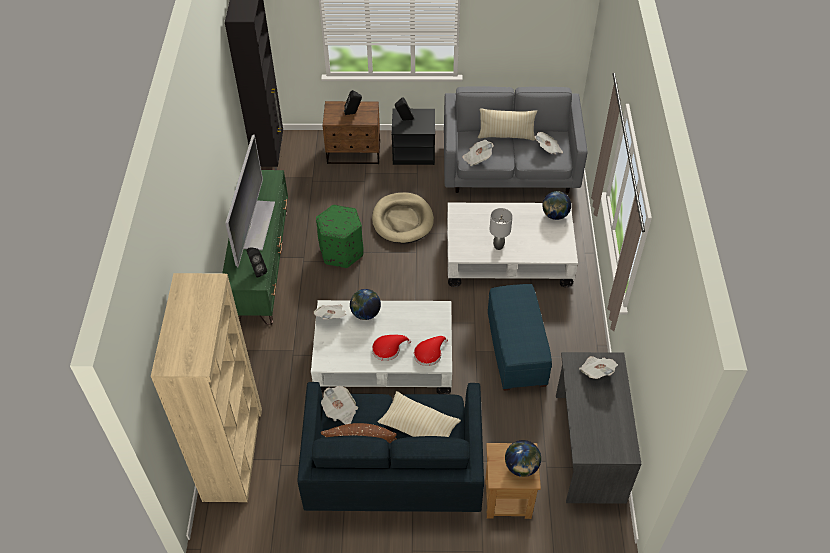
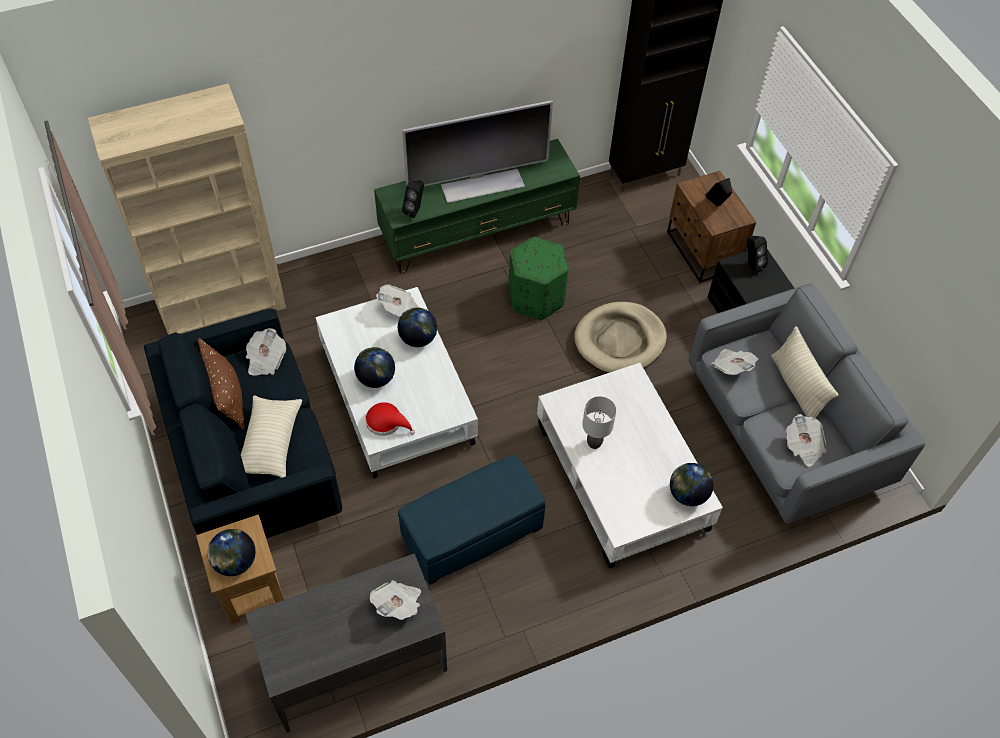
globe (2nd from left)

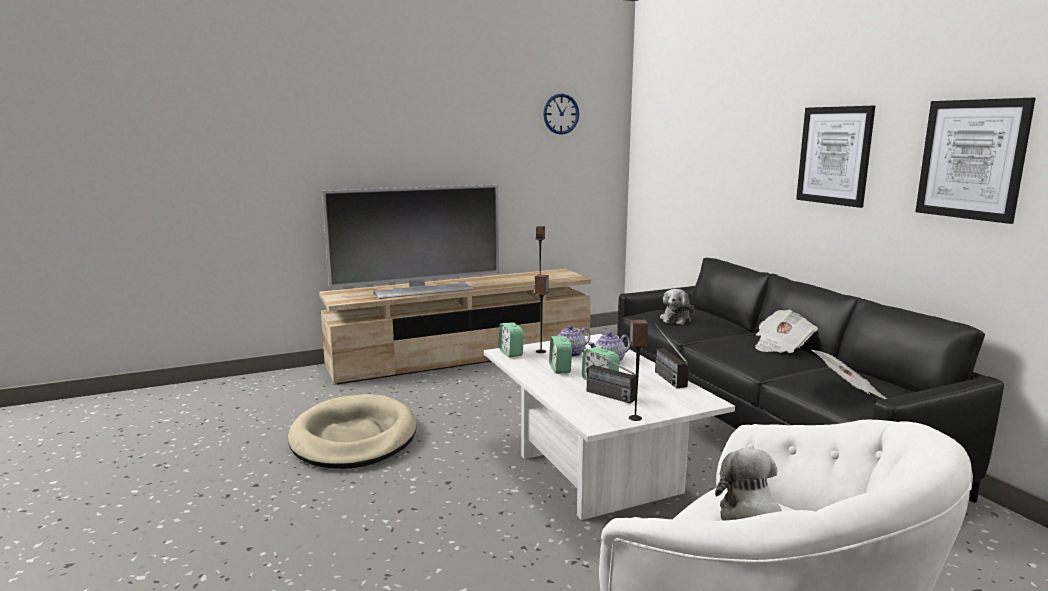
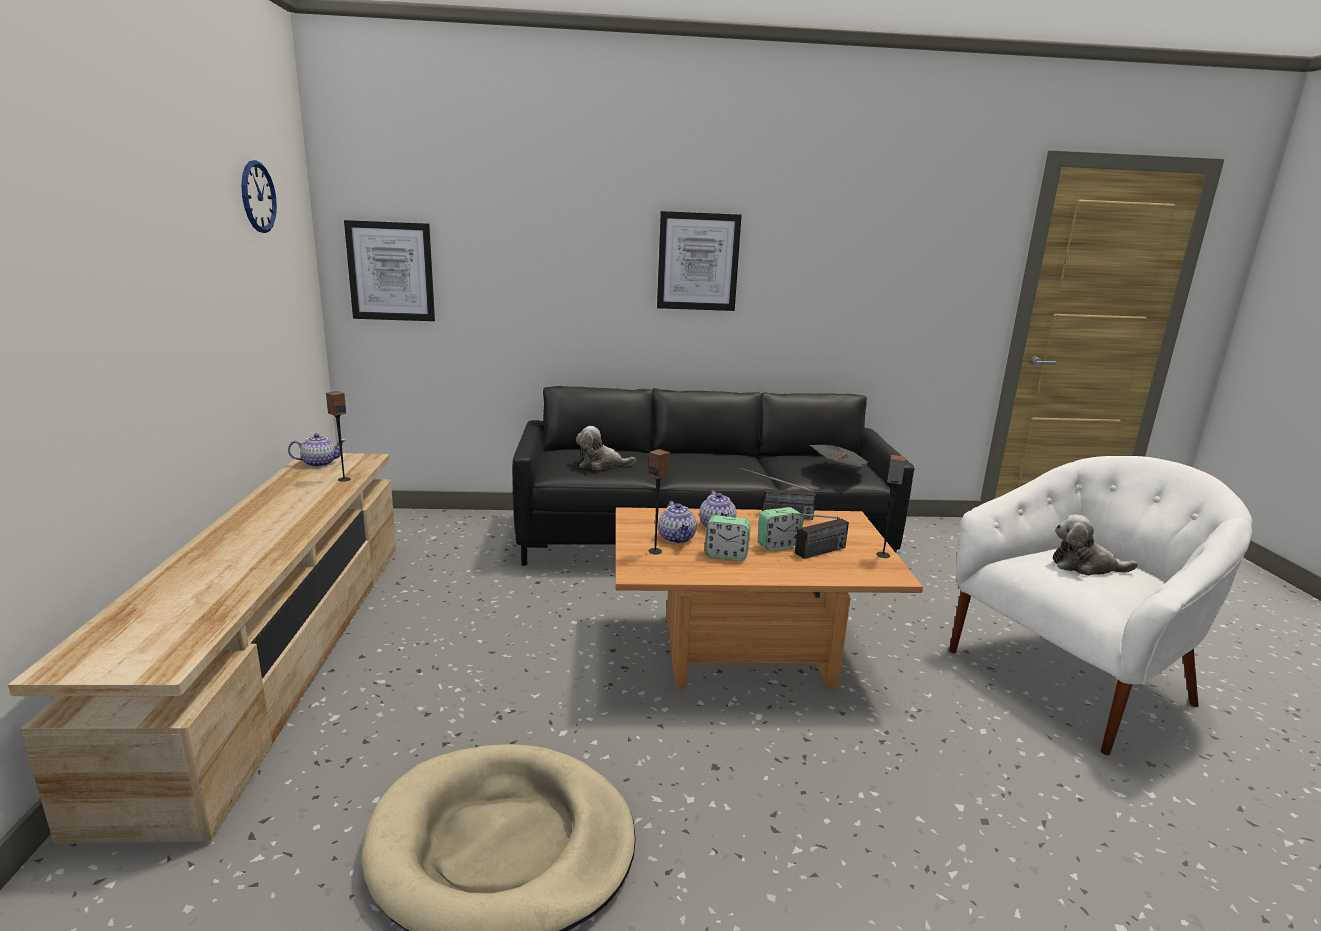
picture (1st from left); television; plush toy (1st from left); newspaper (1st from left in the first image); alarm clock (1st from left in the first image); brown coffee table; teapot (1st from left)

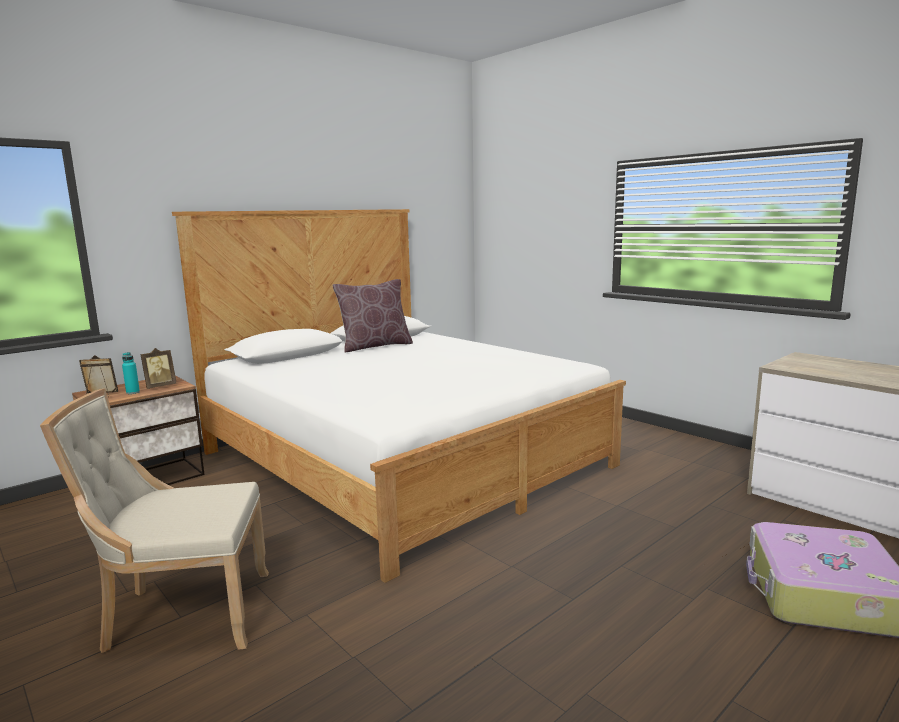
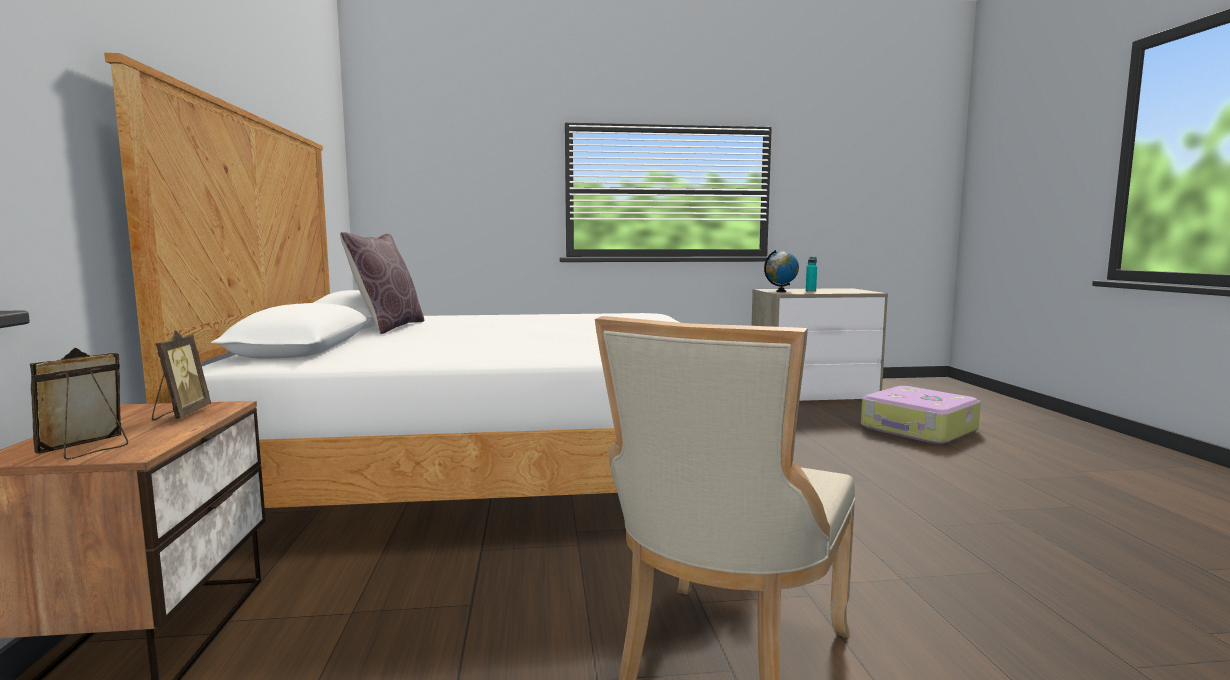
turquoise bottle; globe

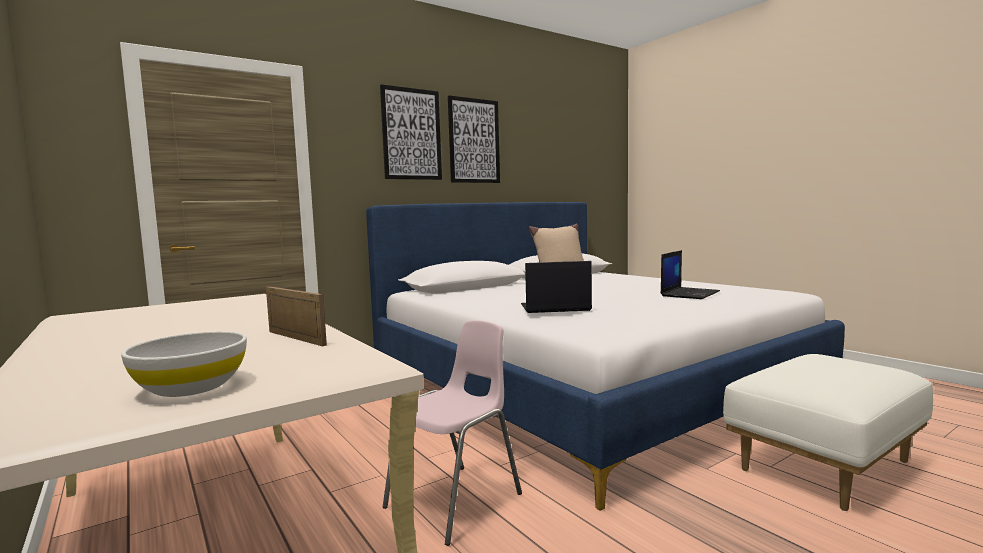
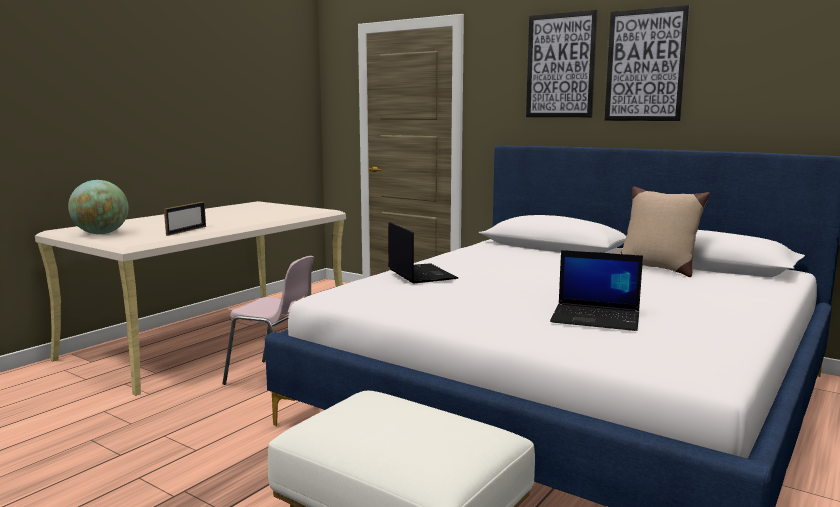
globe

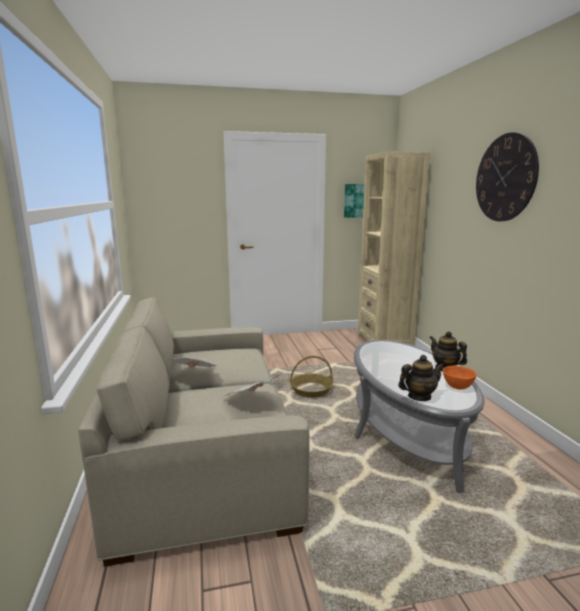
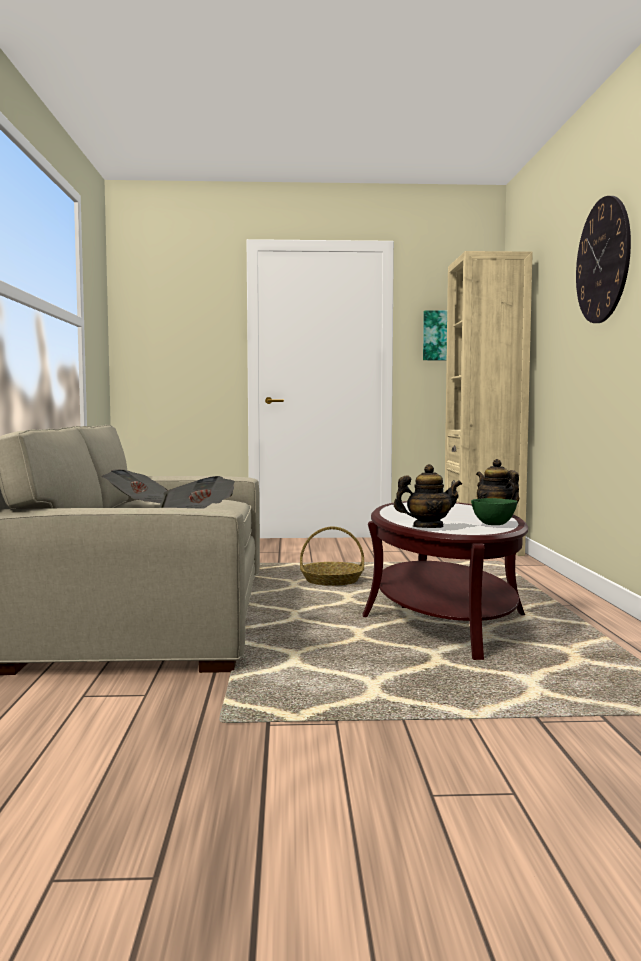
brown coffee table; green bowl

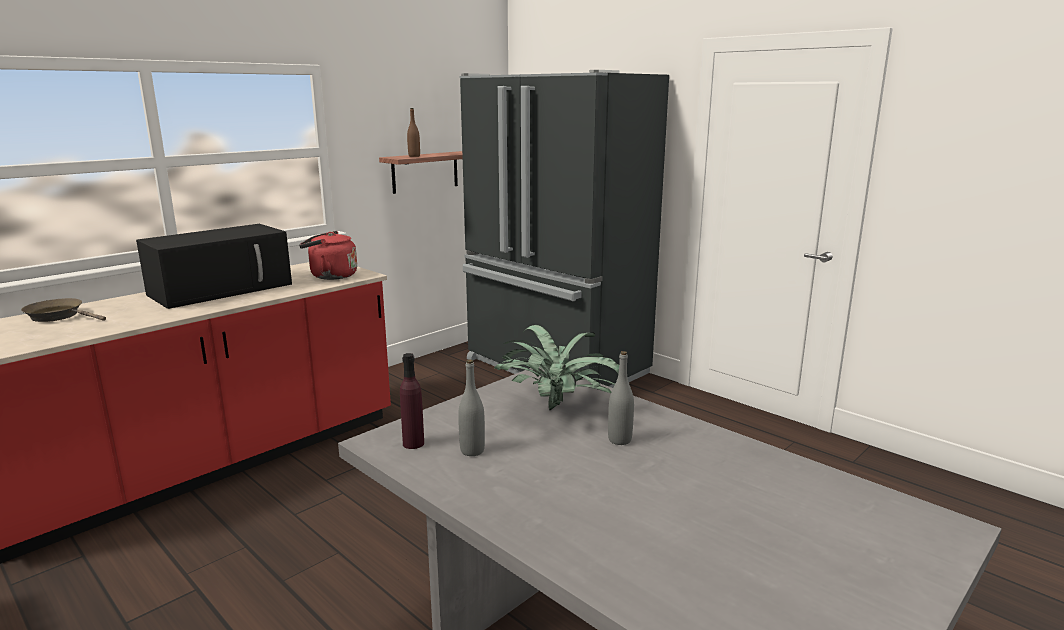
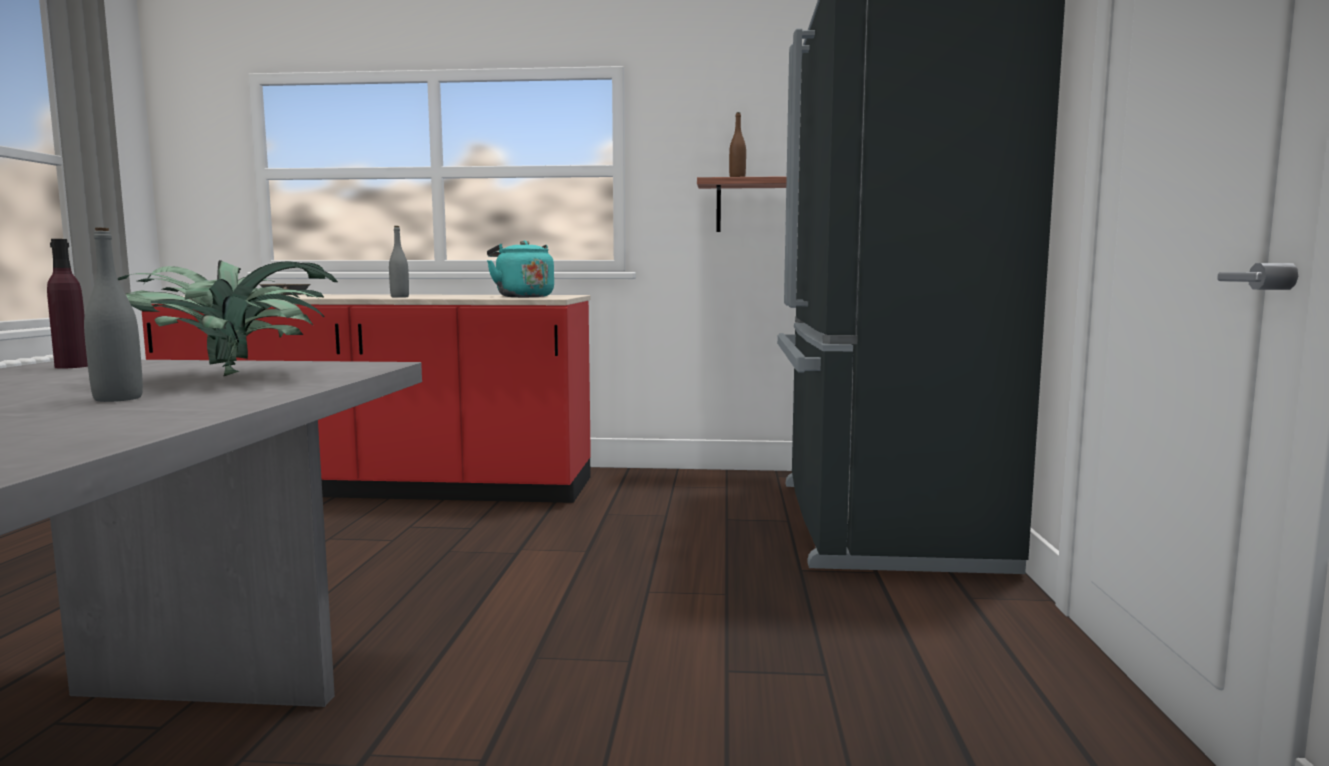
black microwave; turquoise kettle; grey bottle (2nd from left)

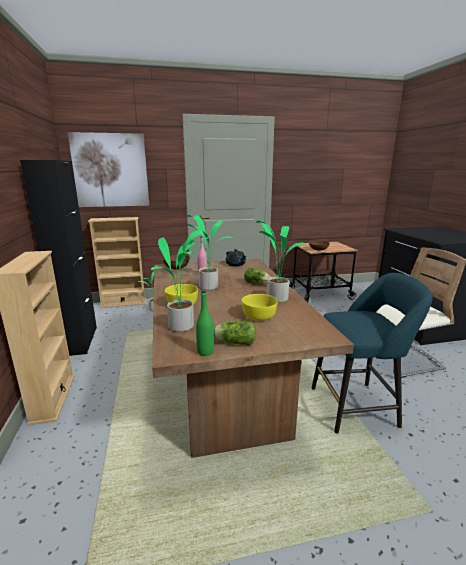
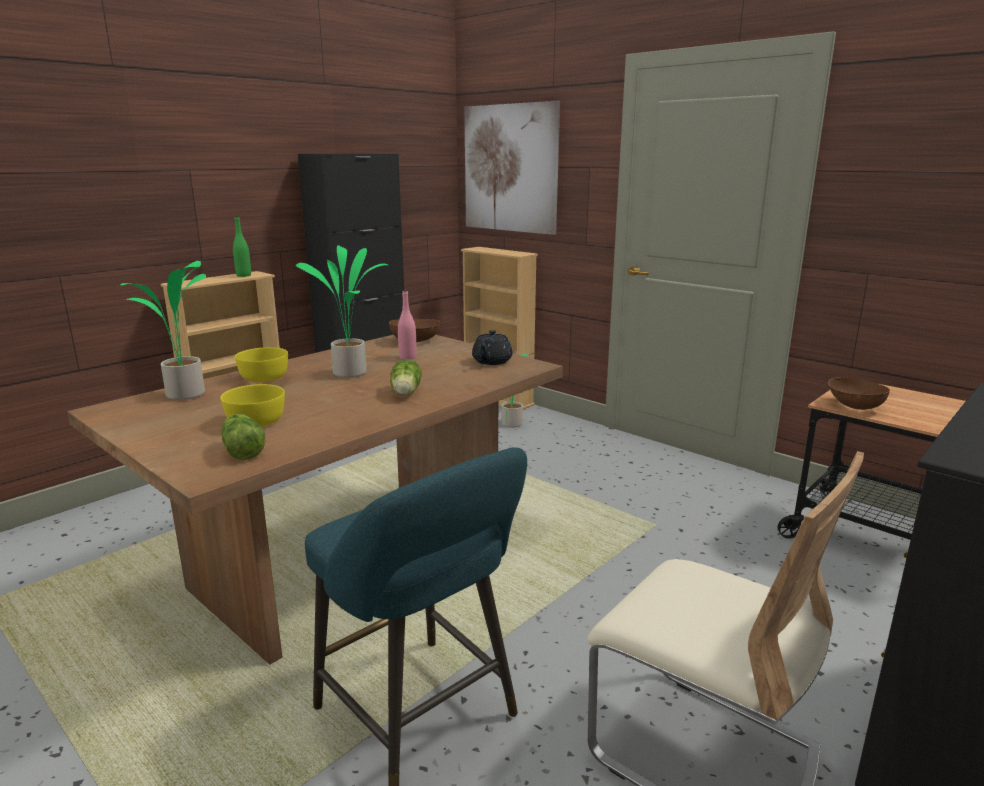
potted plant (4th from left in the first image); green bottle; lettuce (1st from left)

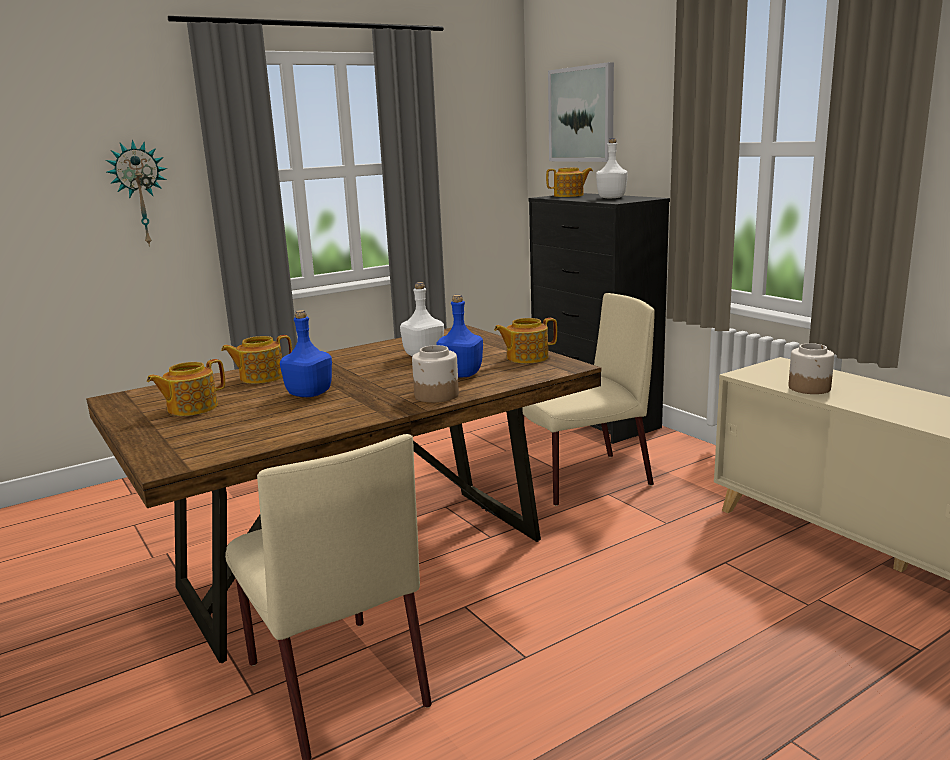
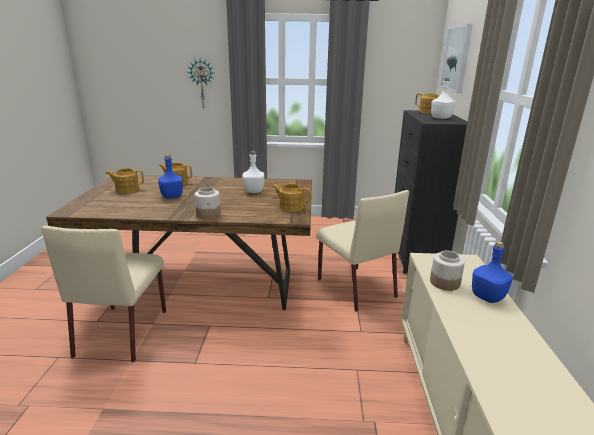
beige chair (2nd from left); blue bottle (2nd from left)

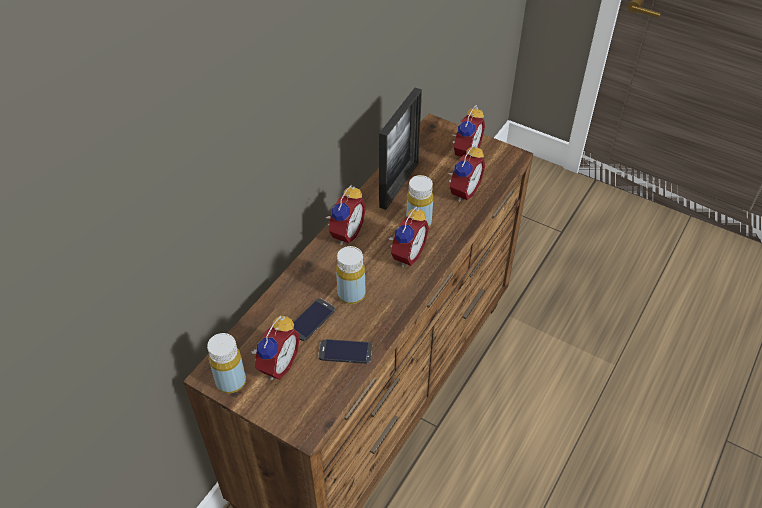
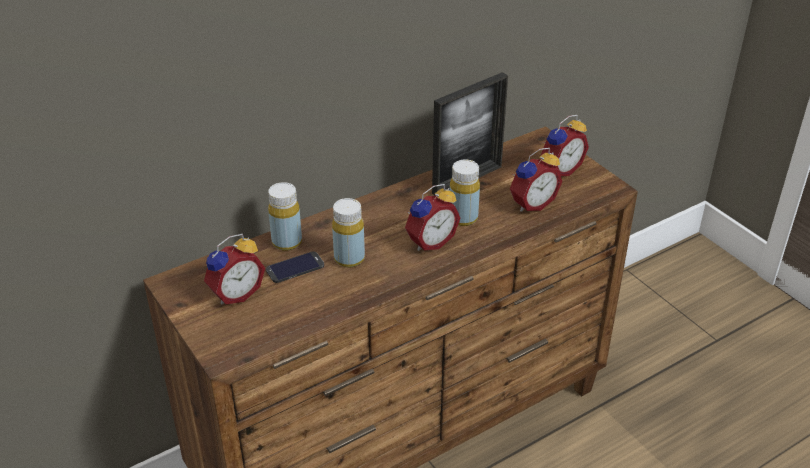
alarm clock (2nd from left in the first image); yellow bottle (1st from left); phone (2nd from left in the first image)

